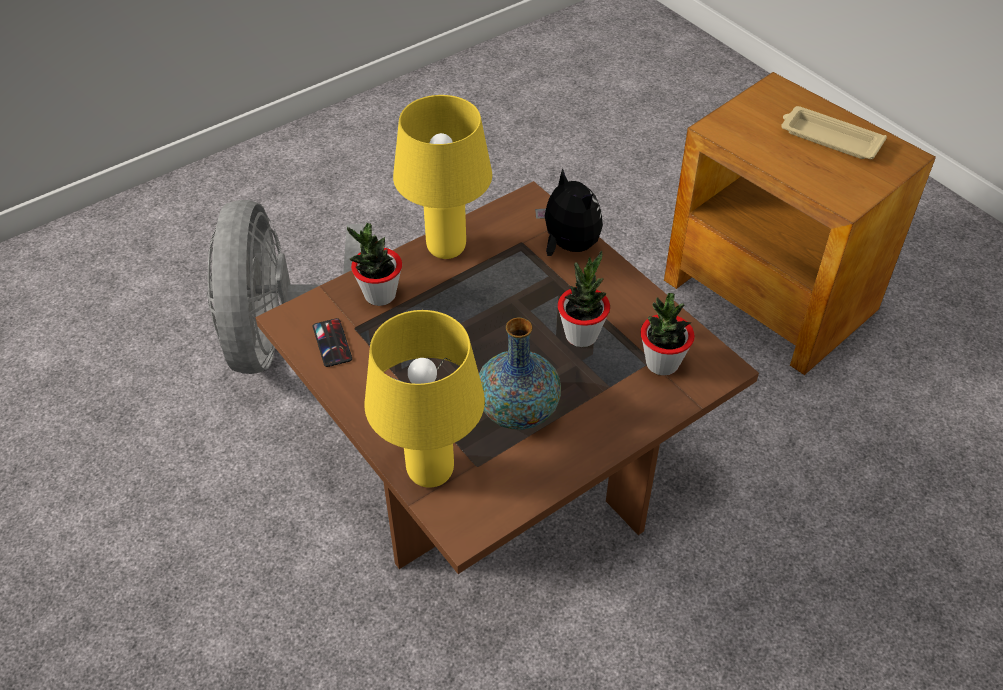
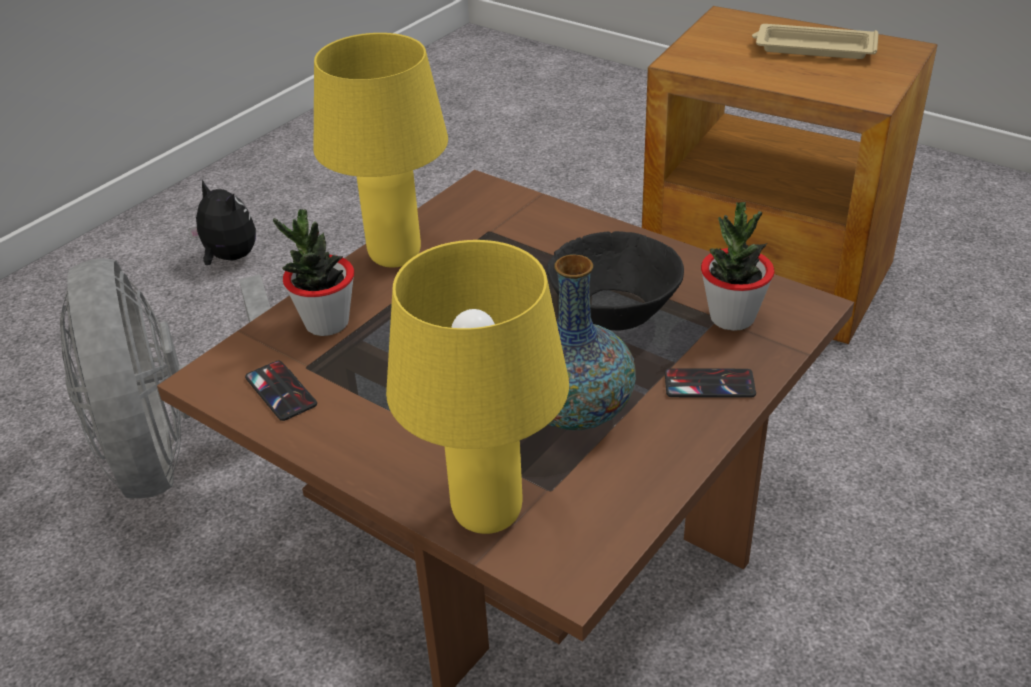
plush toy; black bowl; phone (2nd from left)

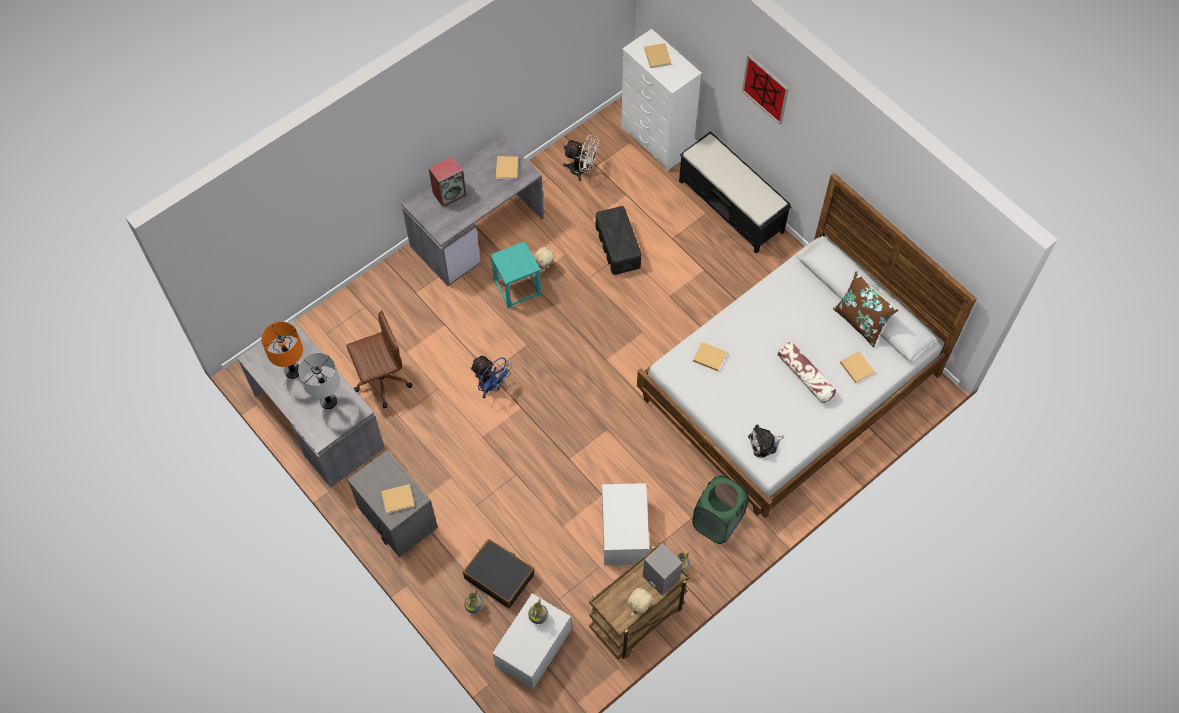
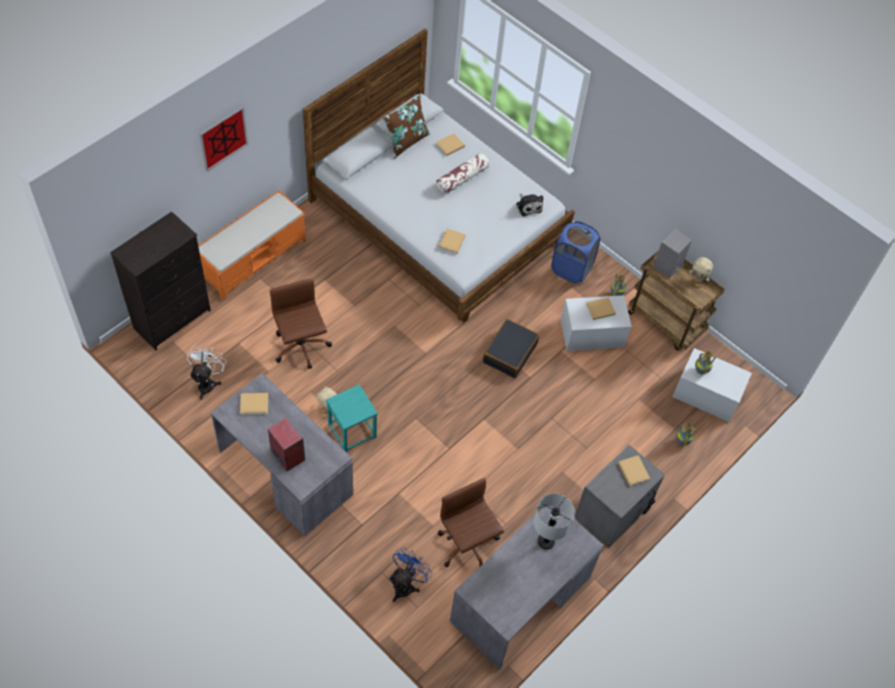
black dresser; beige book (4th from left); orange bench; brown office chair (1st from left); orange table lamp; blue fan; blue laundry basket; black suitcase

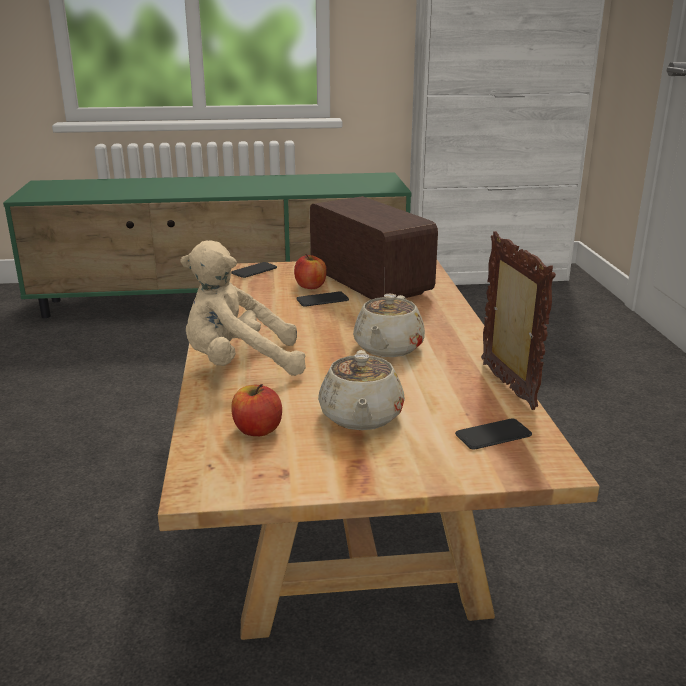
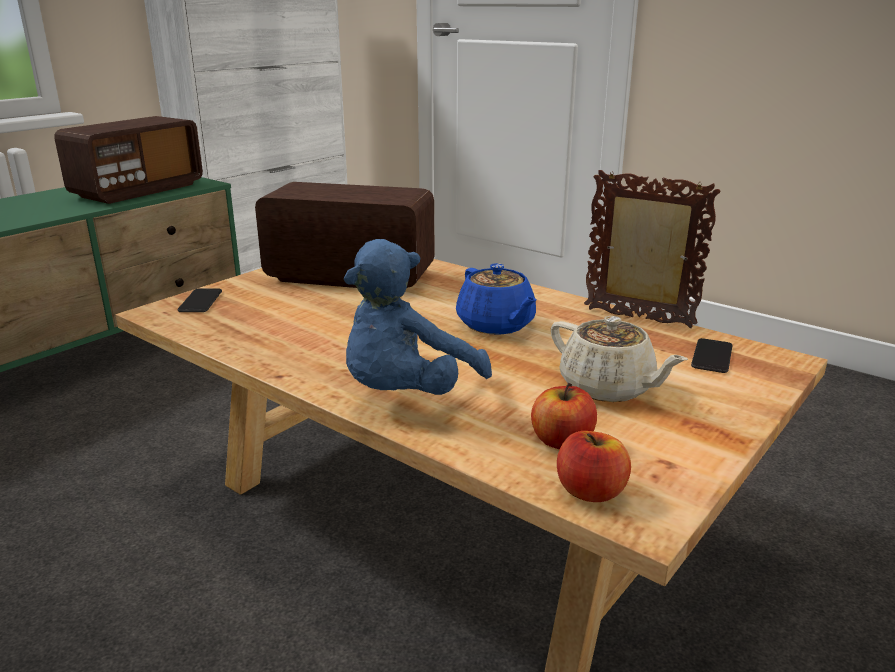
blue plush toy; apple (2nd from left); phone (2nd from left in the first image); blue teapot; radio (1st from left)

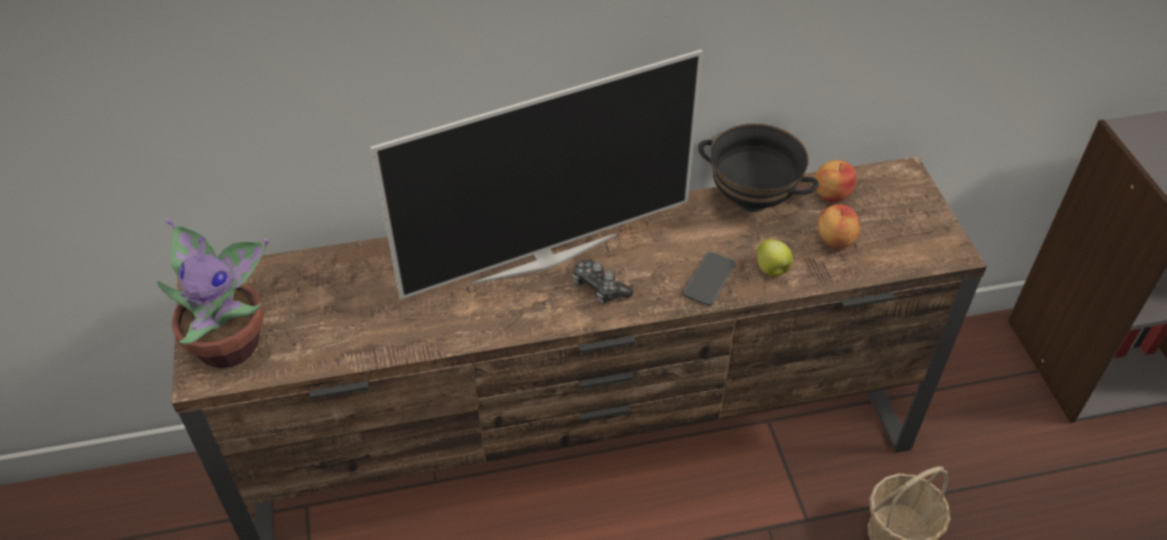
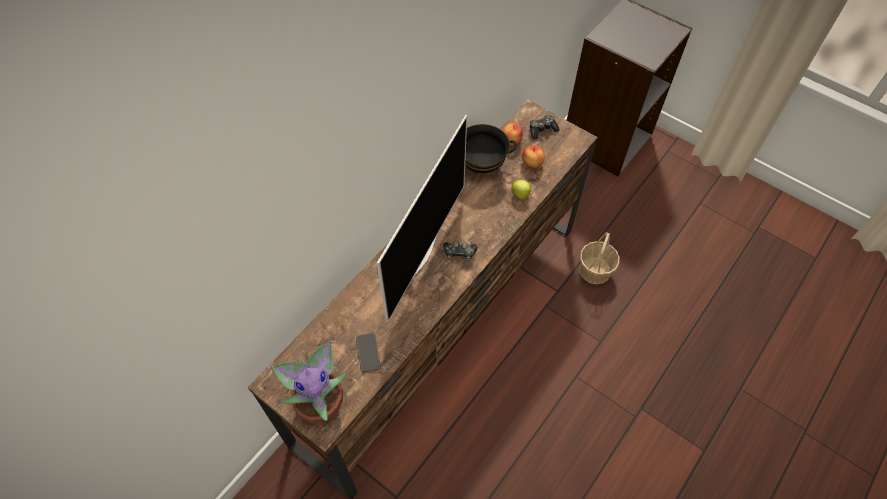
phone; game controller (2nd from left)

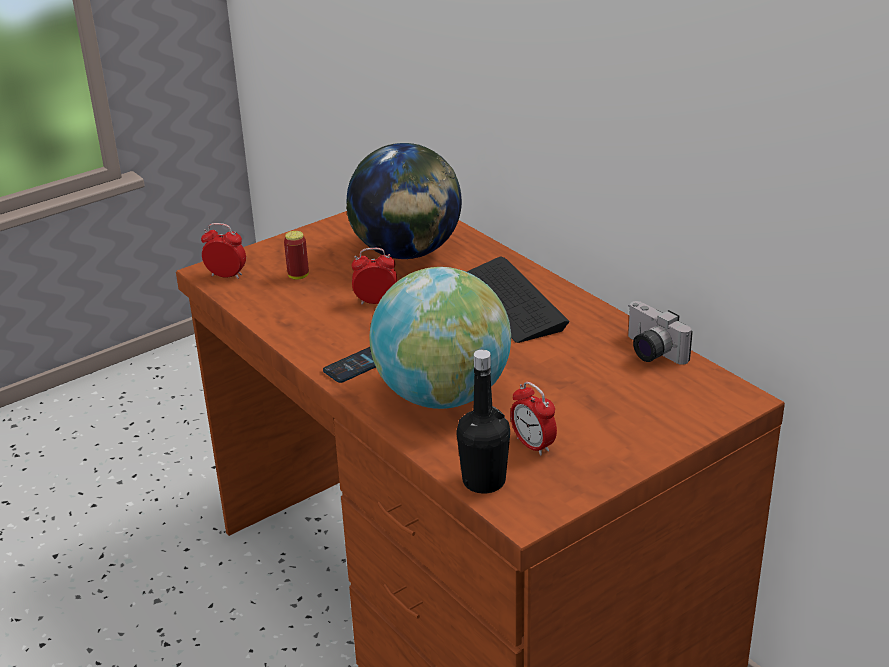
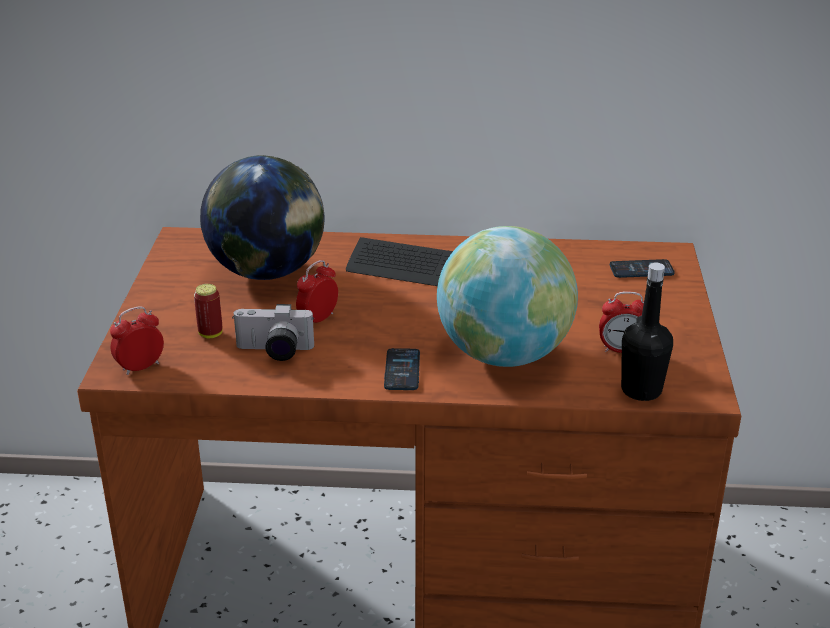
photo camera; phone (2nd from left)

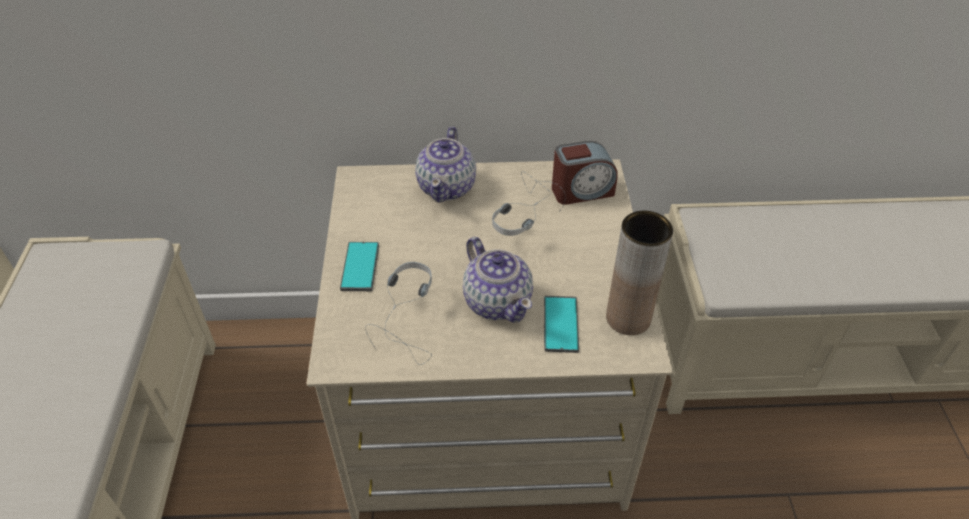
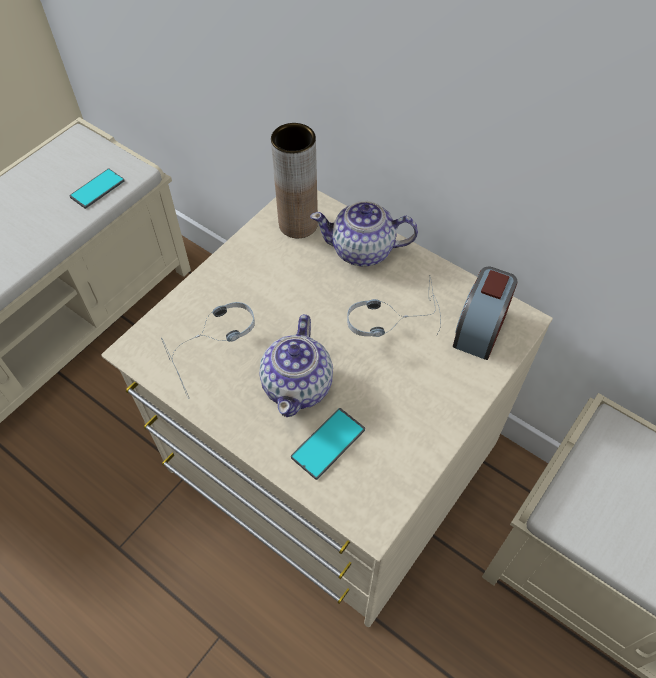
teapot (2nd from left); alarm clock; brown vase; phone (1st from left)

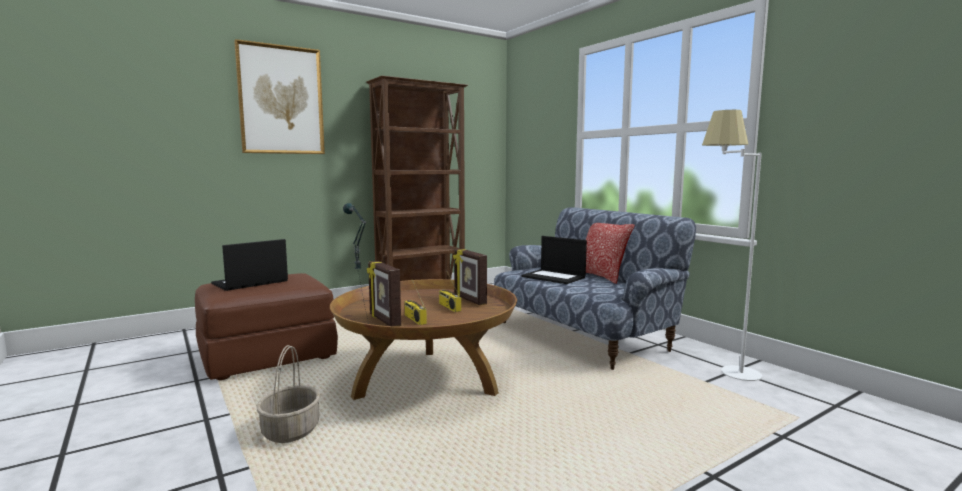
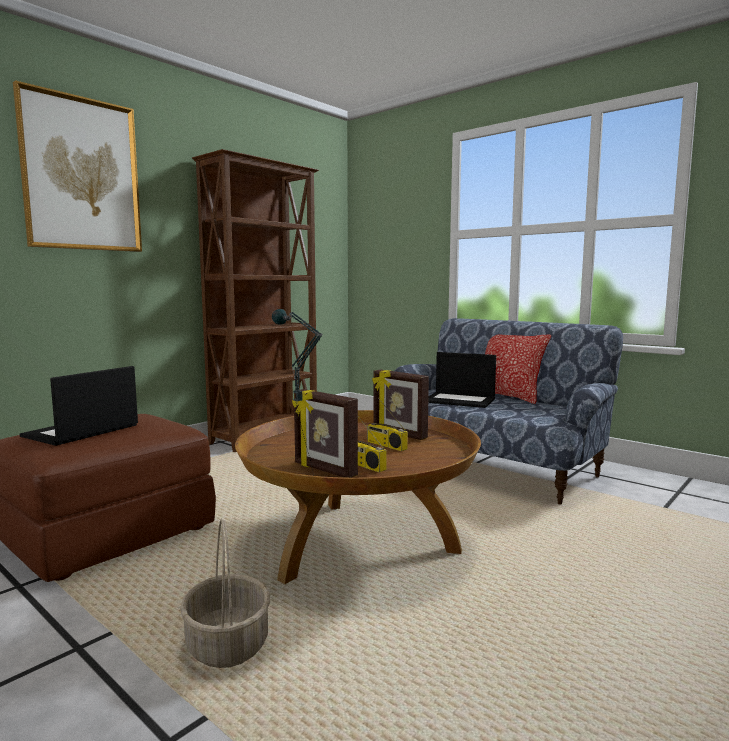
white floor lamp

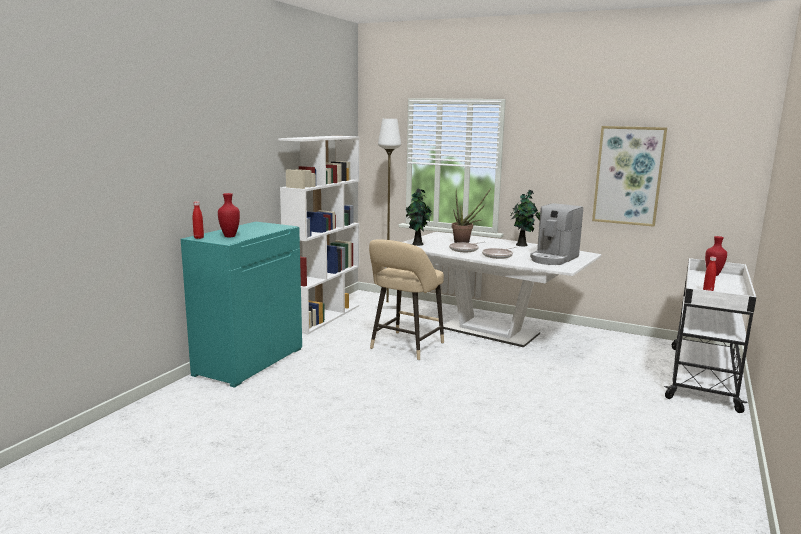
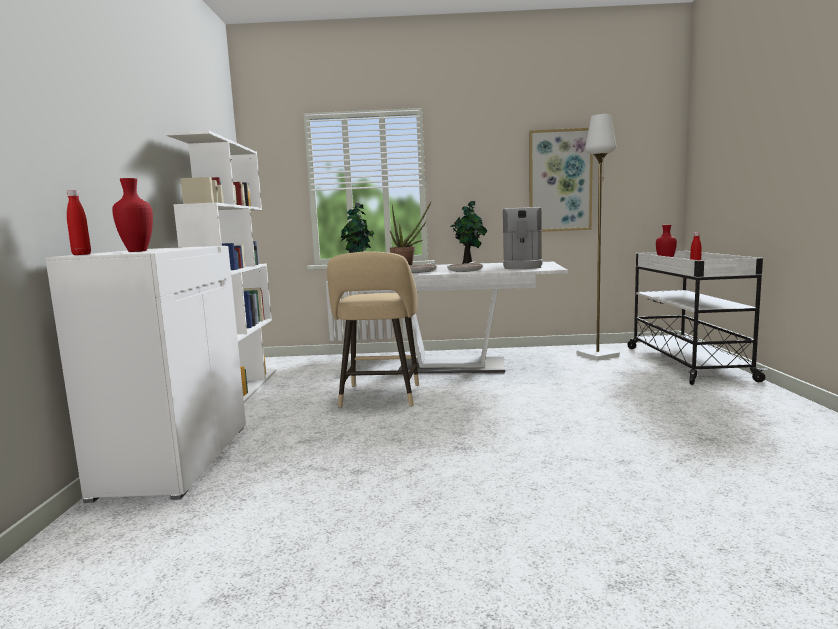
white floor lamp; white cabinet

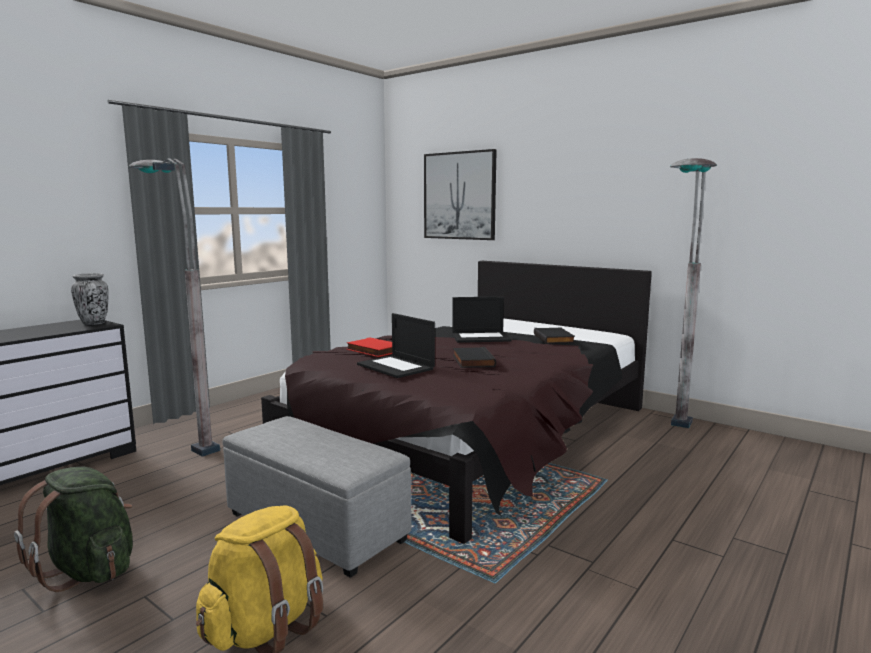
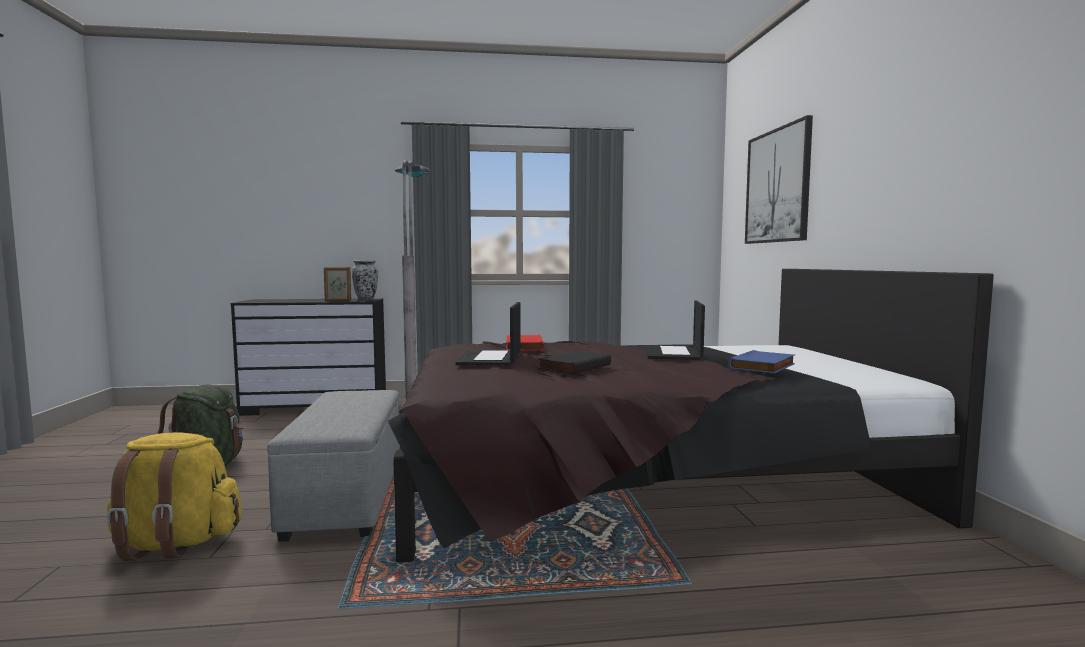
grey floor lamp (2nd from left in the first image); laptop (2nd from left); blue book; picture frame

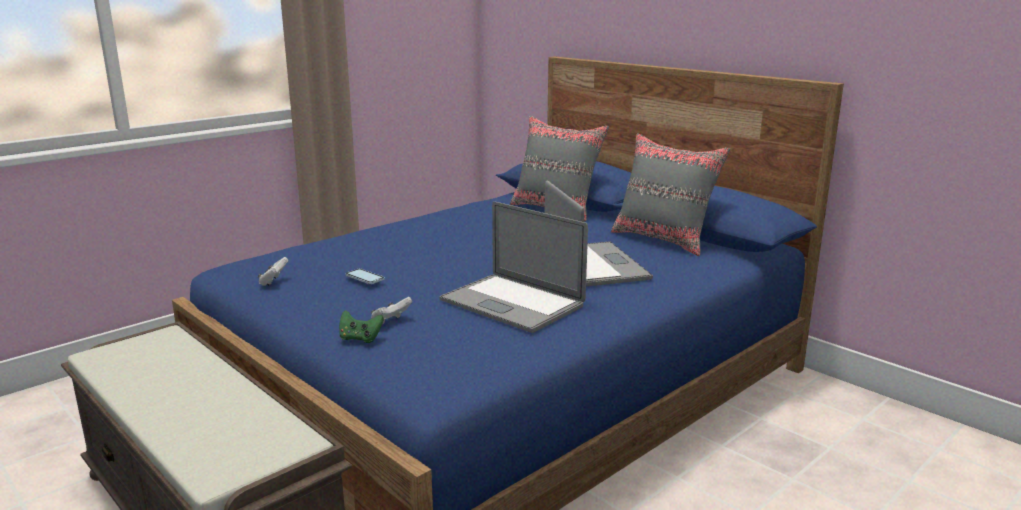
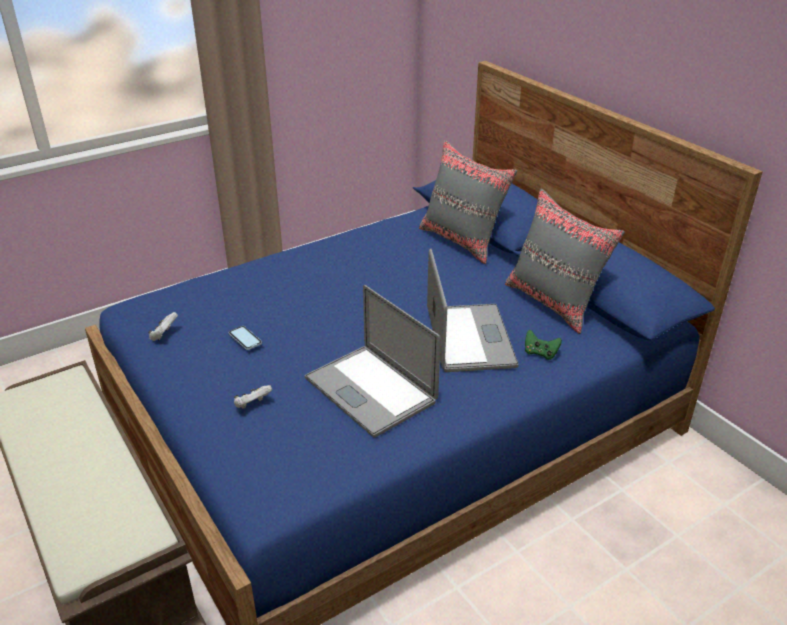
green game controller

